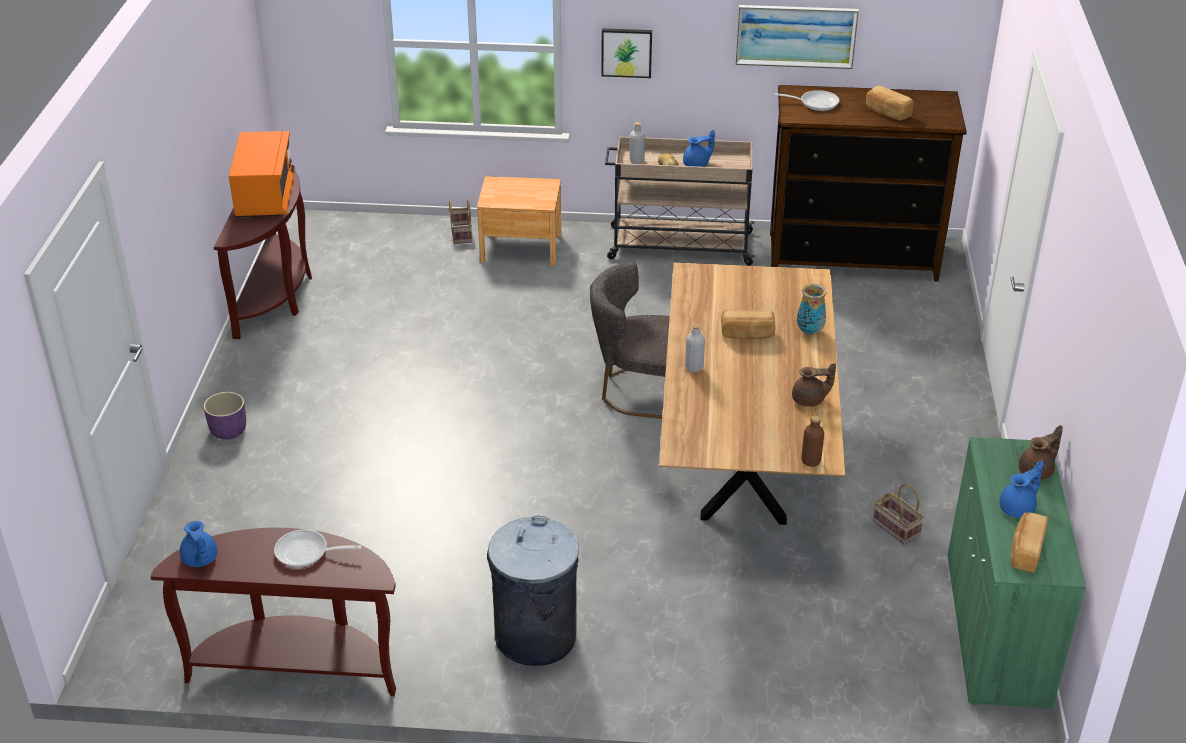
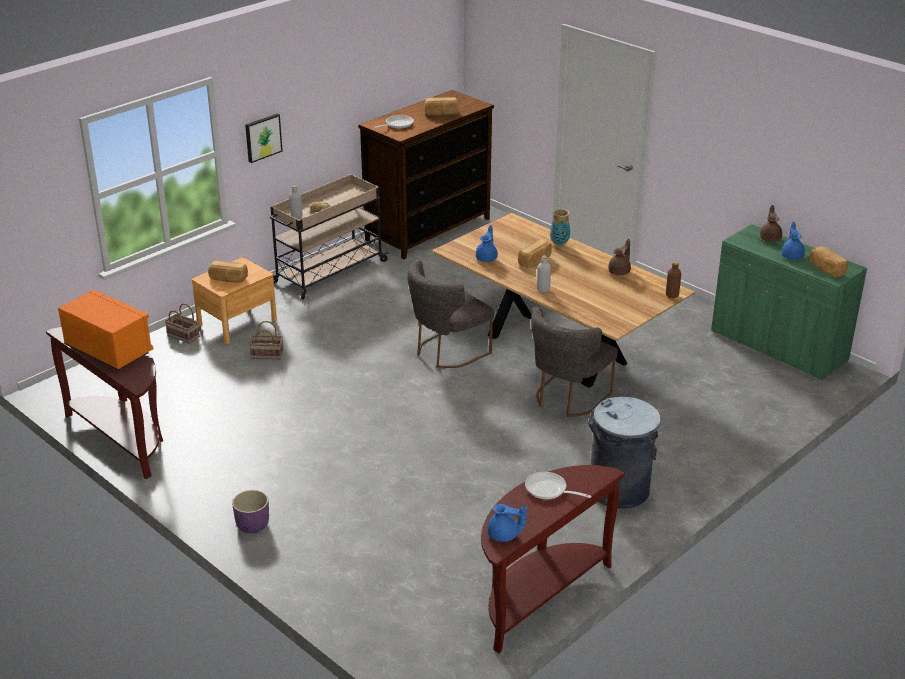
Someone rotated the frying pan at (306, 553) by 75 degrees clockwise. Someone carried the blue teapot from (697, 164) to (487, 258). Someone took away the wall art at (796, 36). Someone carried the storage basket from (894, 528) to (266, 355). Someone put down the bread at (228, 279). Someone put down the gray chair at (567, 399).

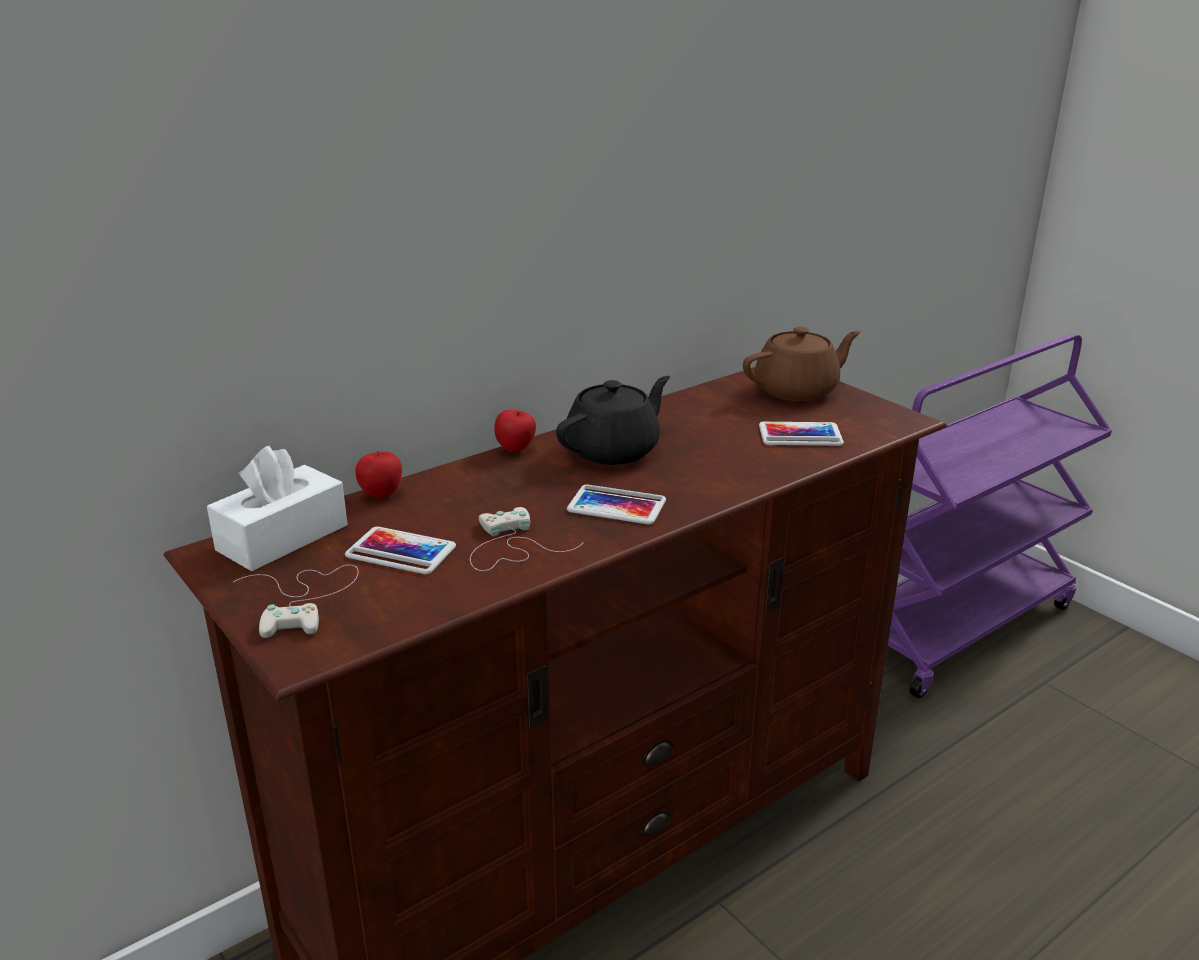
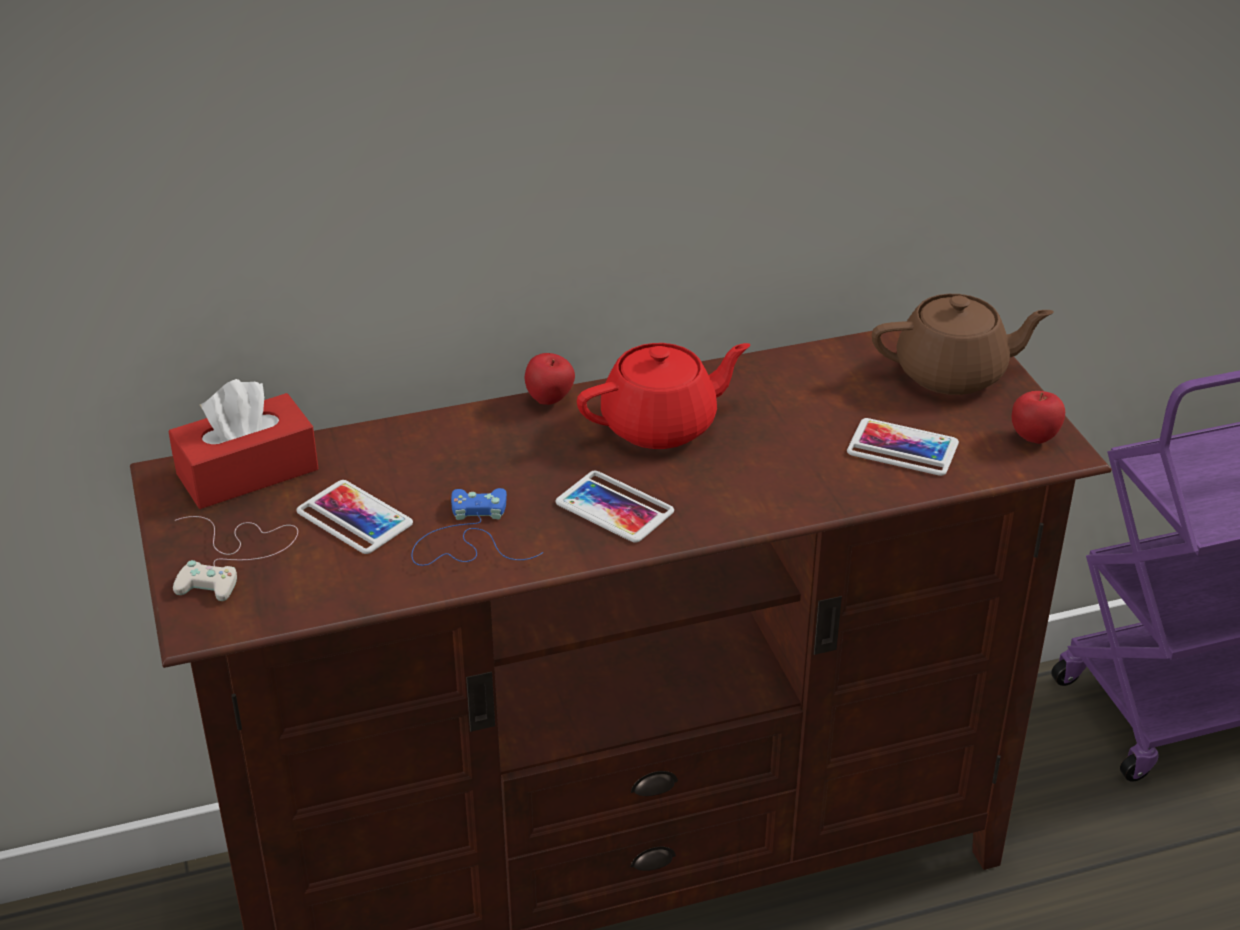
Someone repainted the white box of tissues at (282, 537), which became the red box of tissues at (247, 472). Someone carried the whole apple from (381, 494) to (1033, 438). Someone repainted the white gamepad at (510, 546), which became the blue gamepad at (468, 537). Someone repainted the blackish teapot at (614, 450), which became the red teapot at (661, 425).

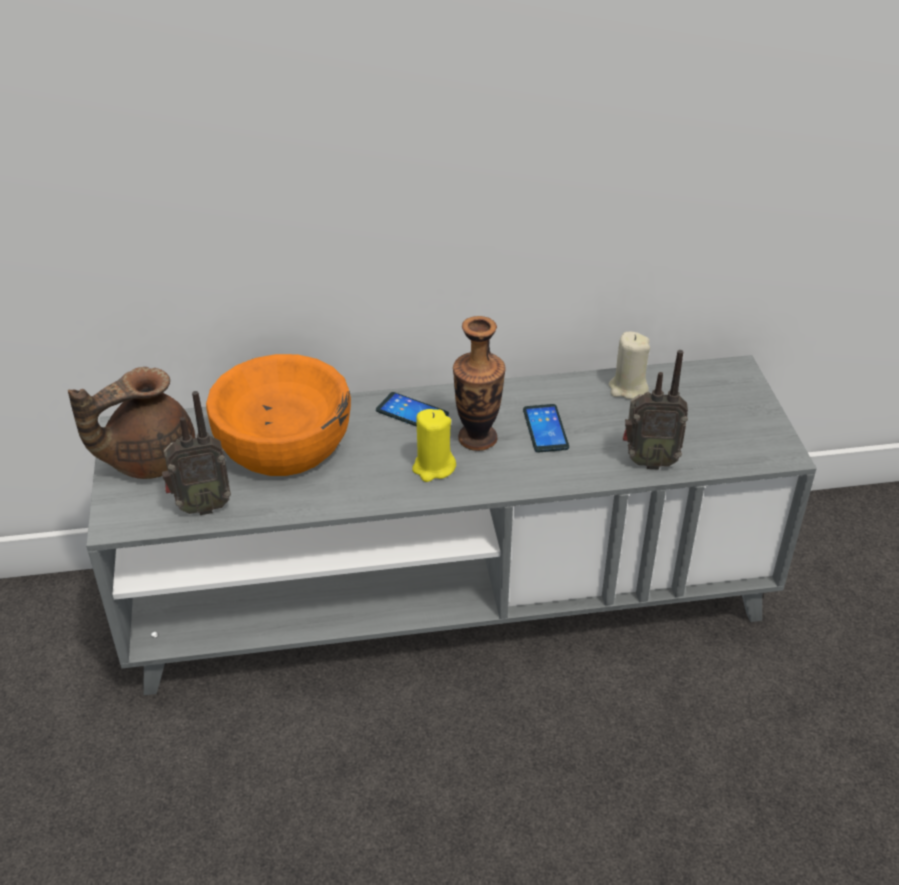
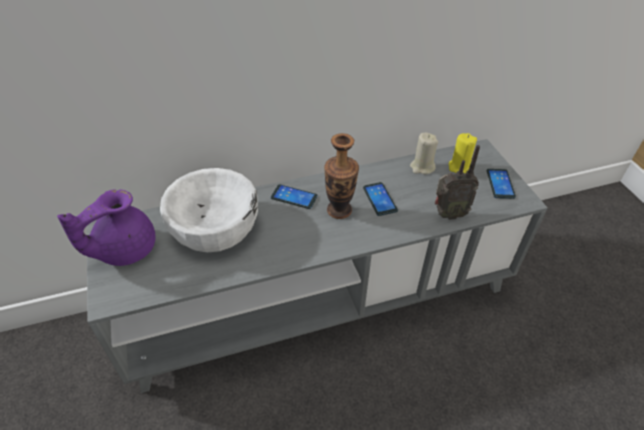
Someone repainted the brown teapot at (148, 459), which became the purple teapot at (124, 249). Someone took away the radio set at (201, 506). Someone repainted the orange bowl at (284, 442), which became the white bowl at (214, 227). Someone carried the yellow-coloured wax candle from (433, 467) to (459, 167). Someone put down the phone at (500, 184).

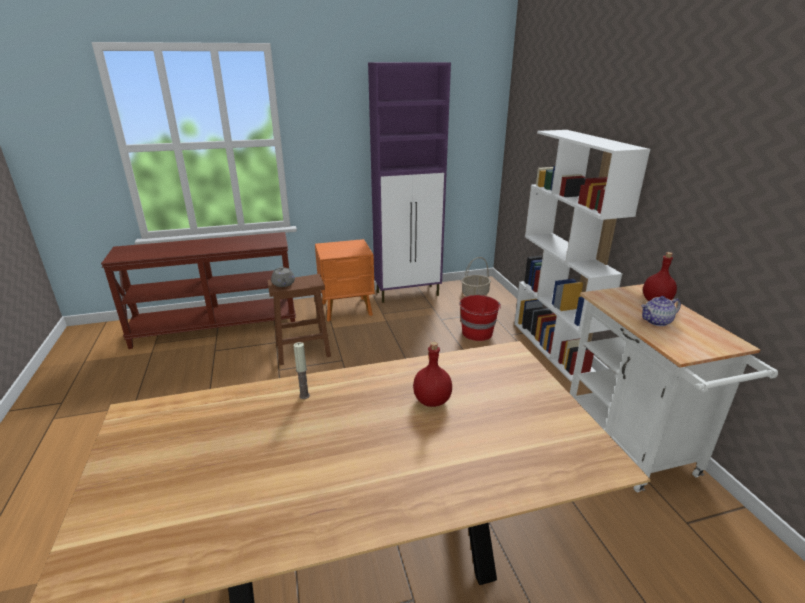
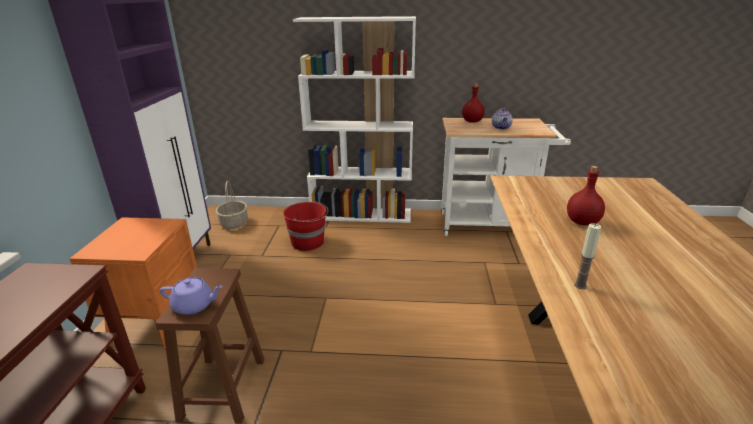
Someone repainted the gray teapot at (283, 284), which became the purple teapot at (194, 305).

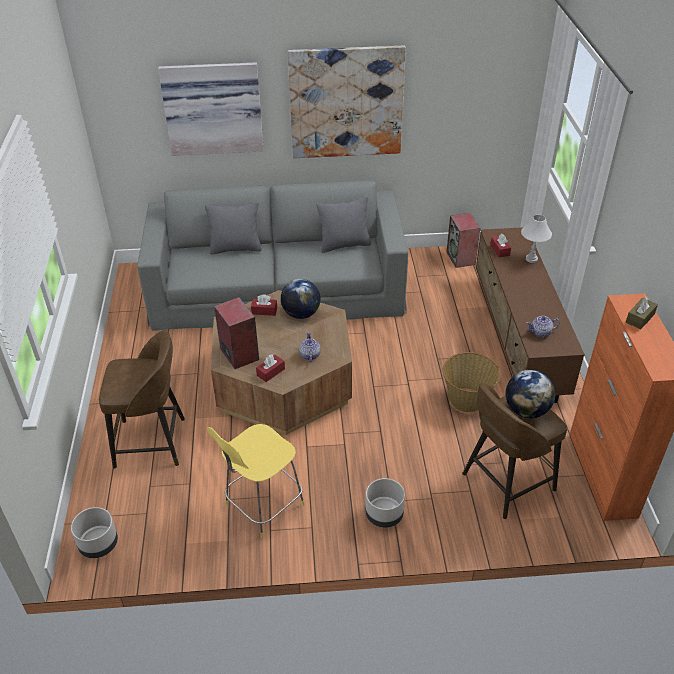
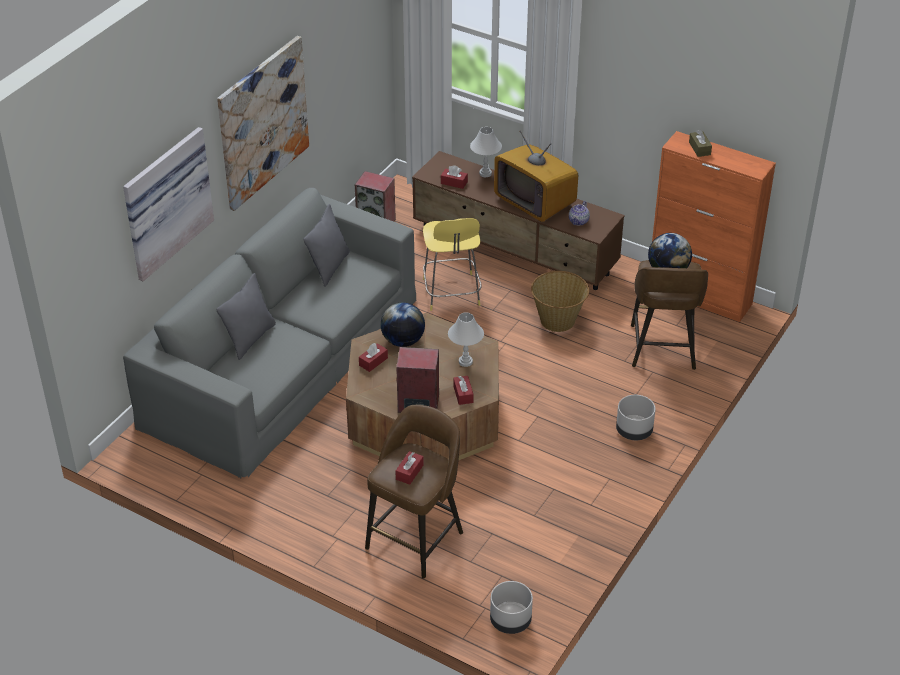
Someone carried the yellow-coloured stool seat from (262, 506) to (451, 294). Someone swapped the teapot at (309, 355) for the white lamp for a table at (465, 361). Someone put down the red box of tissues at (409, 472). Someone put down the TV set at (535, 202).

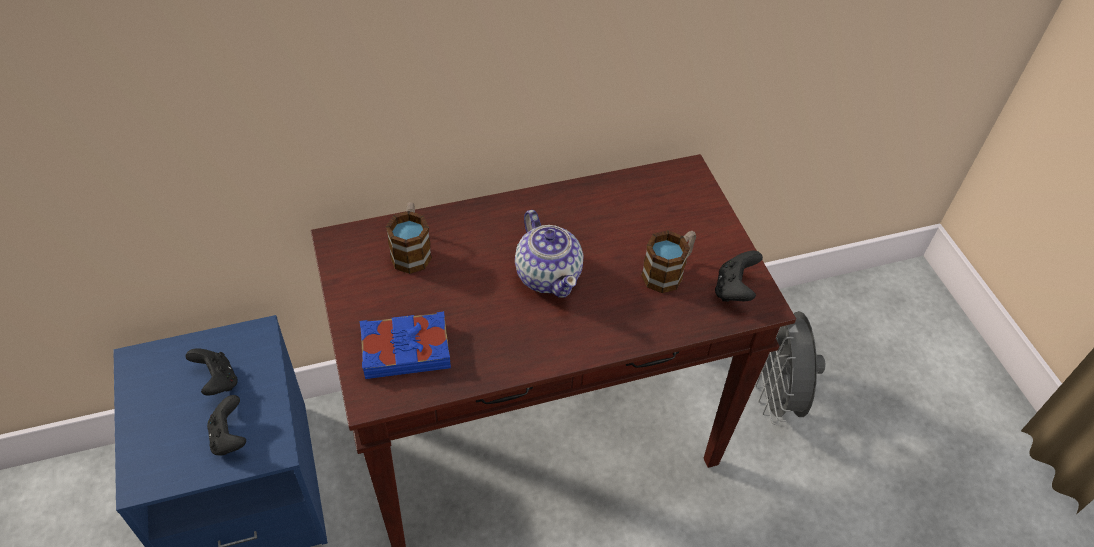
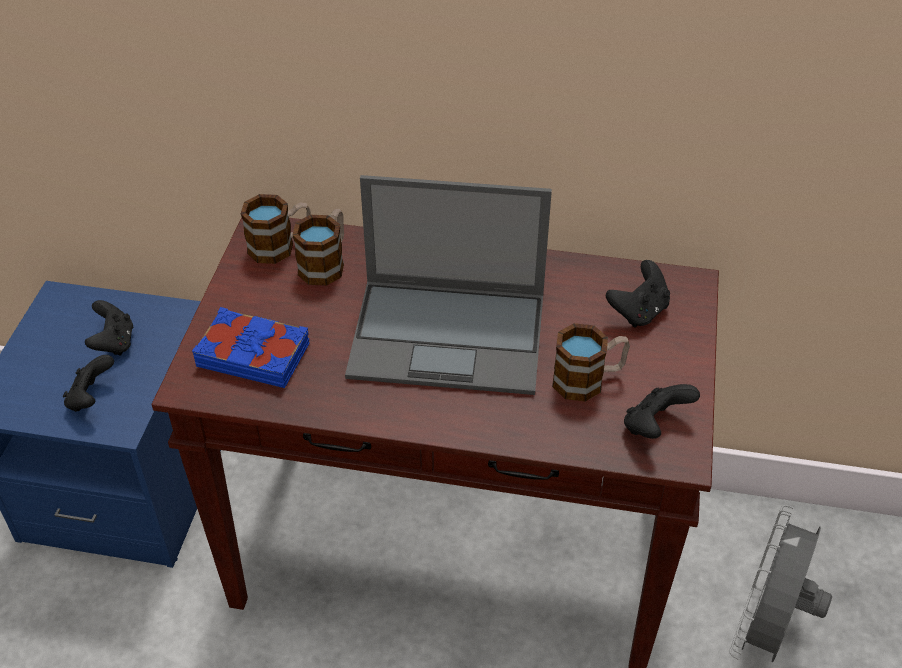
Someone swapped the teapot at (548, 275) for the portable computer at (450, 335). Someone put down the coffee mug at (280, 246). Someone put down the blackish gamepad at (638, 311).

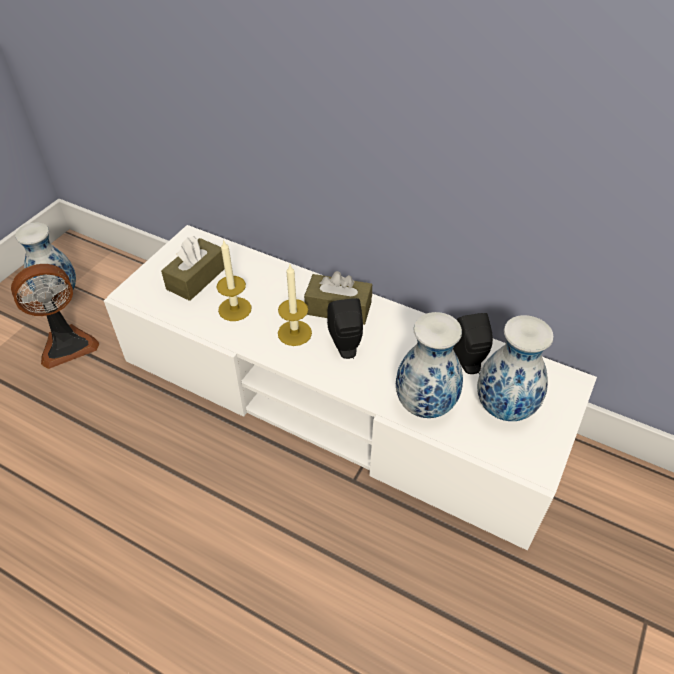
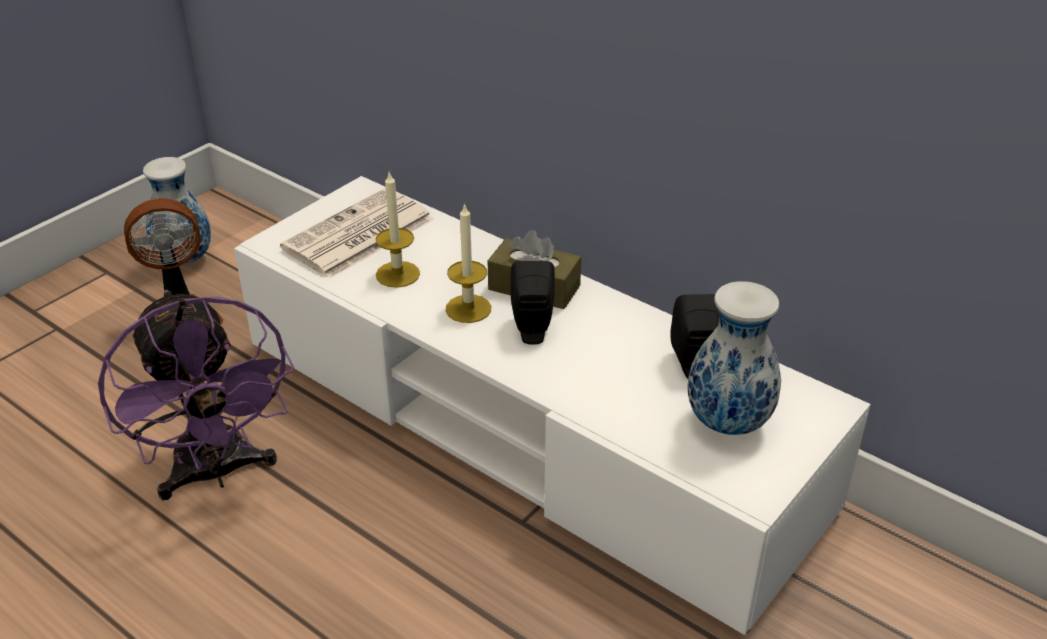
Someone swapped the brown box of tissues at (197, 278) for the newspaper at (358, 235). Someone took away the vase at (424, 404). Someone put down the purple cooling fan at (217, 473).

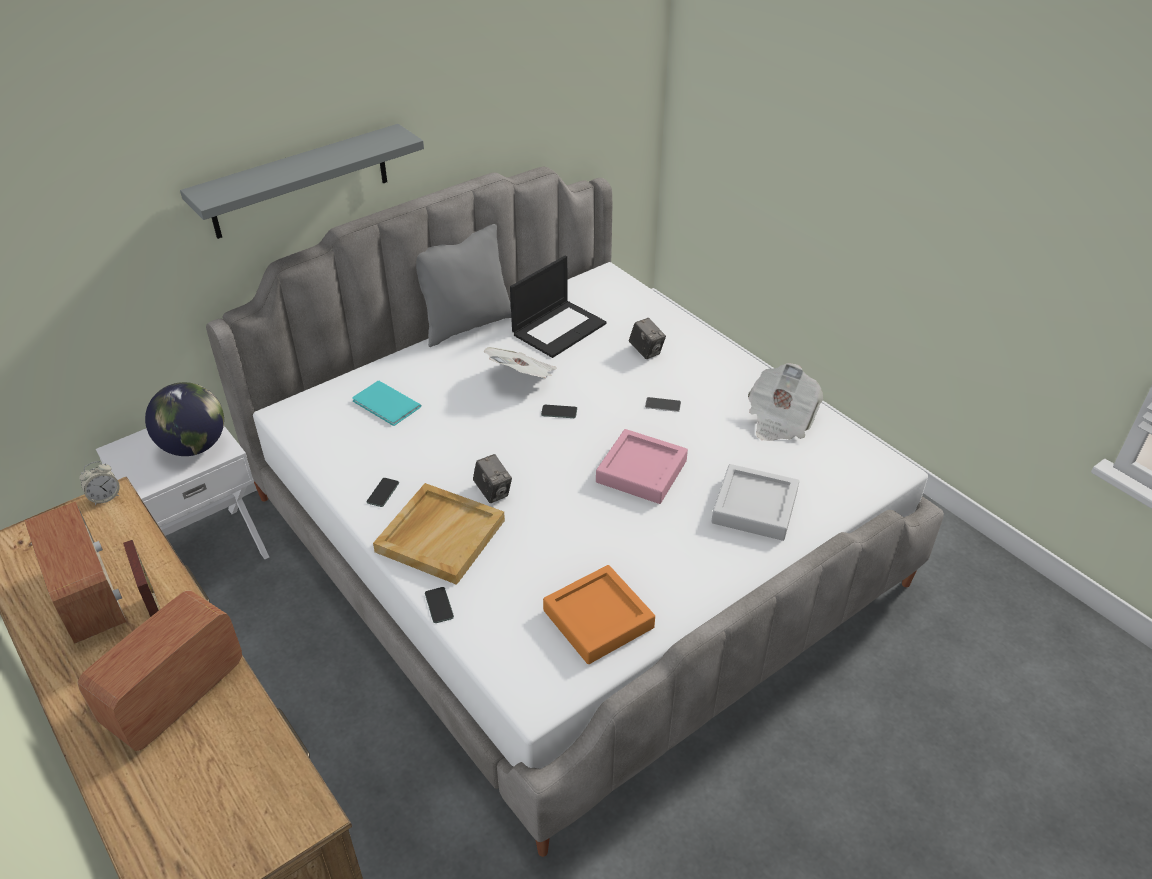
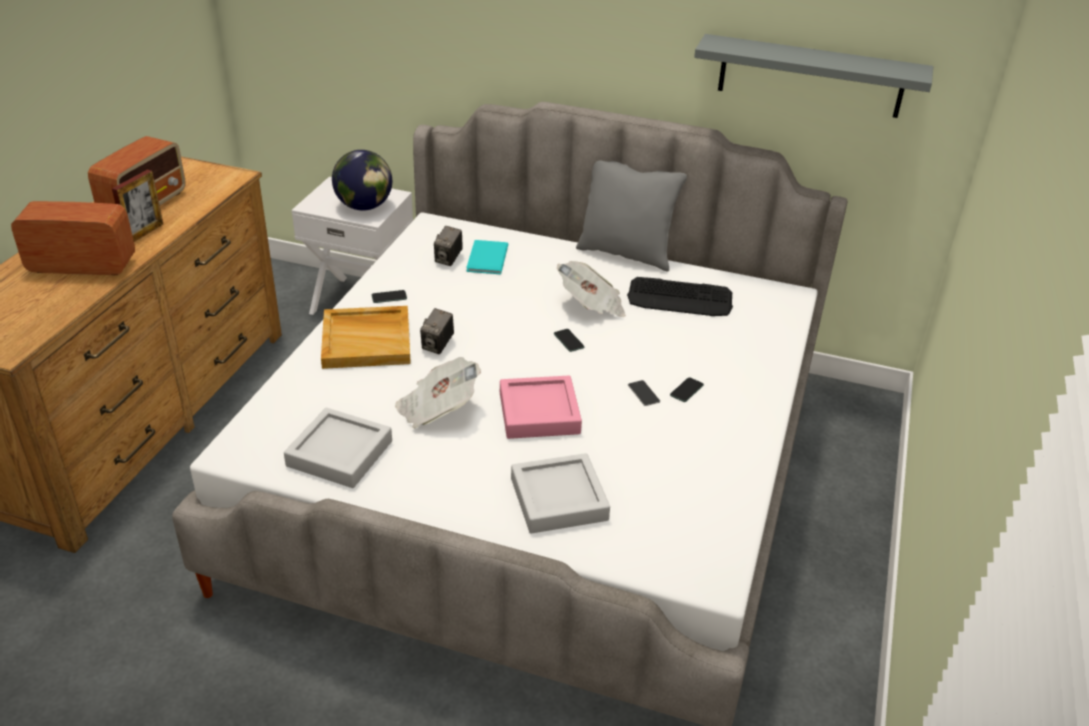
Someone took away the table clock at (105, 497). Someone carried the gray wall shelf from (300, 182) to (811, 76). Someone carried the phone from (439, 605) to (686, 390). Someone swapped the portable computer at (559, 328) for the PC keyboard at (680, 298). Someone repainted the orange serving tray at (598, 619), which became the gray serving tray at (339, 453). Someone carried the still camera from (646, 351) to (448, 259). Someone carried the newspaper from (780, 419) to (437, 409).

